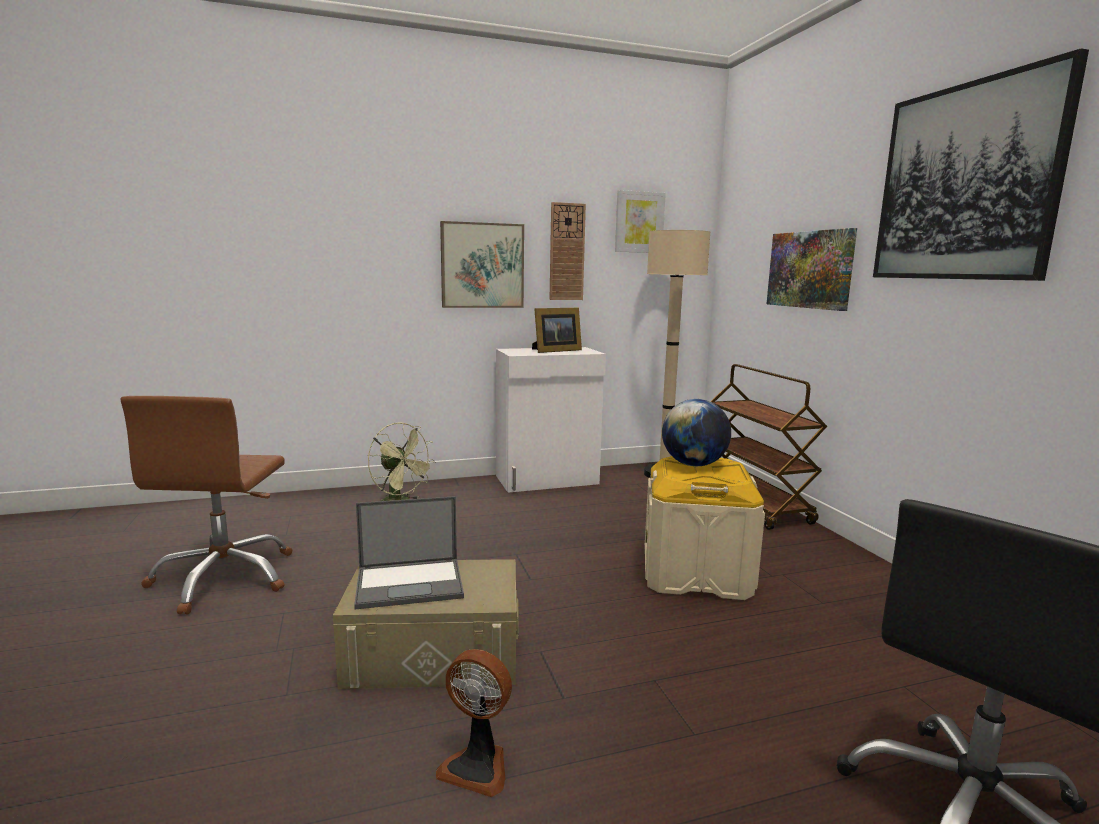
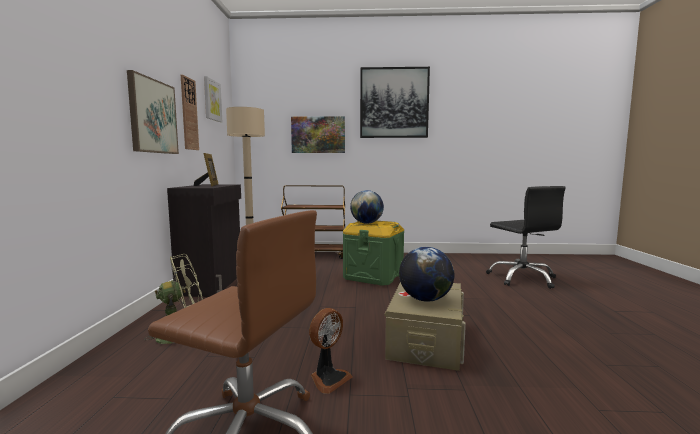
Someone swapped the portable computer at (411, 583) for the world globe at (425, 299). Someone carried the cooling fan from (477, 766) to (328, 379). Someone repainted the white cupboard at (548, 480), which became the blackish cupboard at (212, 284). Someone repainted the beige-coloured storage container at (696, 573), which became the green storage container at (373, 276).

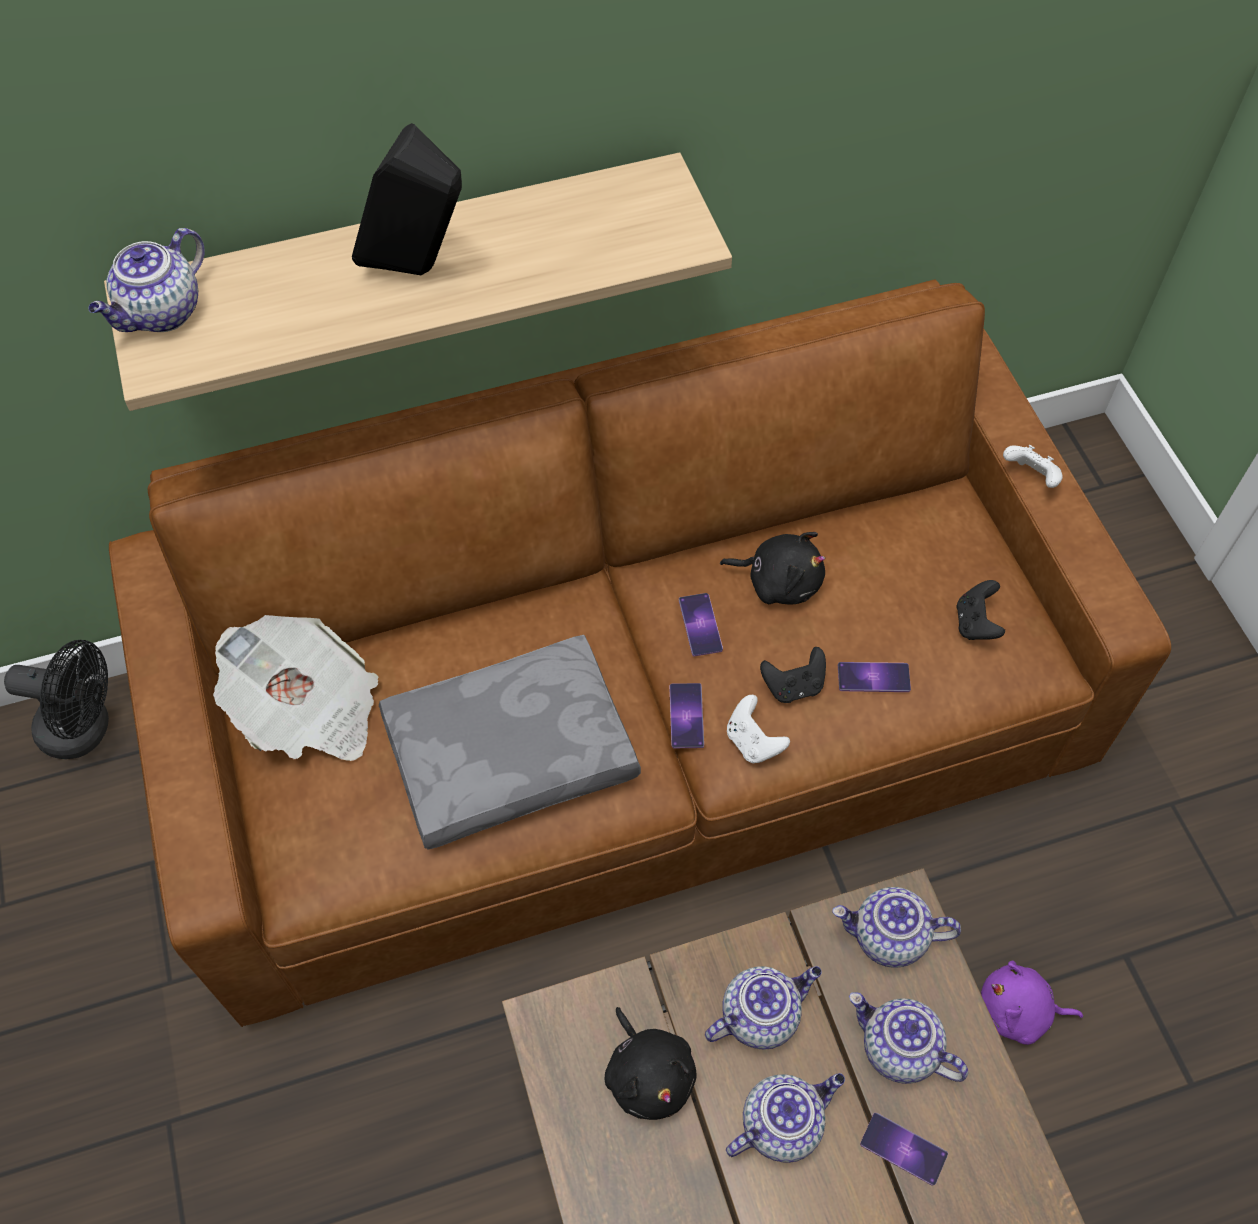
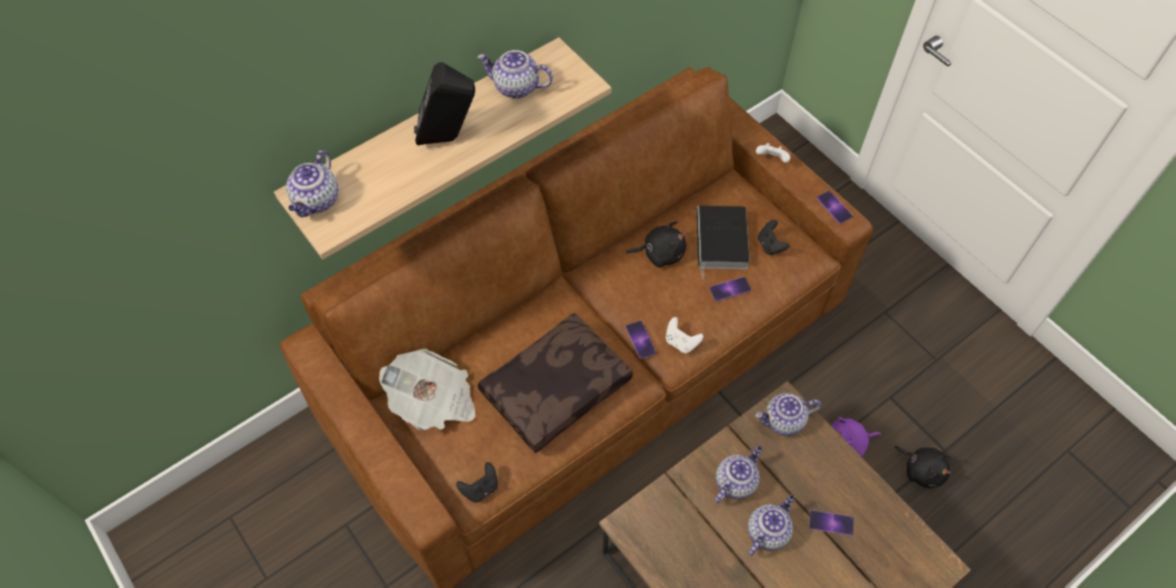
Someone took away the blackish cooling fan at (86, 729). Someone repainted the gray throw pillow at (511, 749), which became the brown throw pillow at (555, 386). Someone carried the blackish cuddly toy from (649, 1074) to (921, 470). Someone carried the phone from (700, 624) to (834, 207). Someone carried the blackish gamepad from (793, 686) to (480, 488). Someone carried the teapot from (898, 1049) to (516, 87). Someone put down the book at (722, 242).

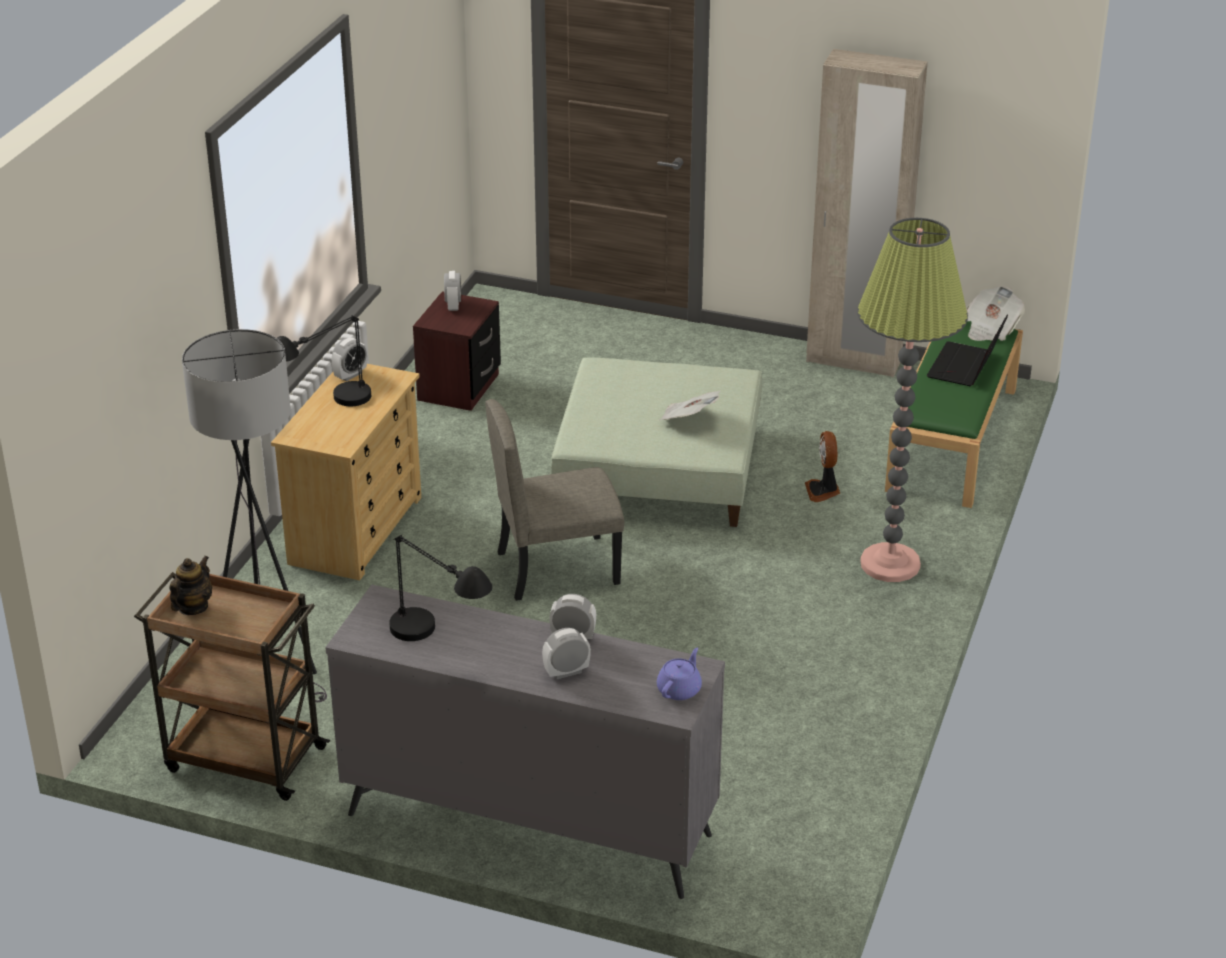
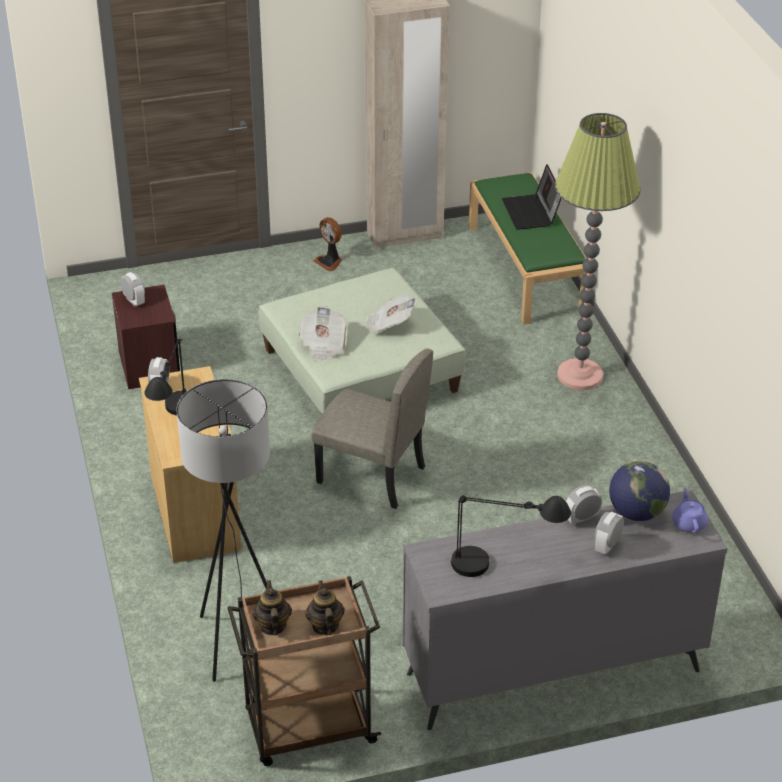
Someone rotated the beige-coloured chair at (557, 567) by 105 degrees counterclockwise. Someone carried the cooling fan from (823, 491) to (330, 262). Someone carried the newspaper from (991, 329) to (323, 345). Someone put down the teapot at (325, 626). Someone put down the world globe at (636, 513).

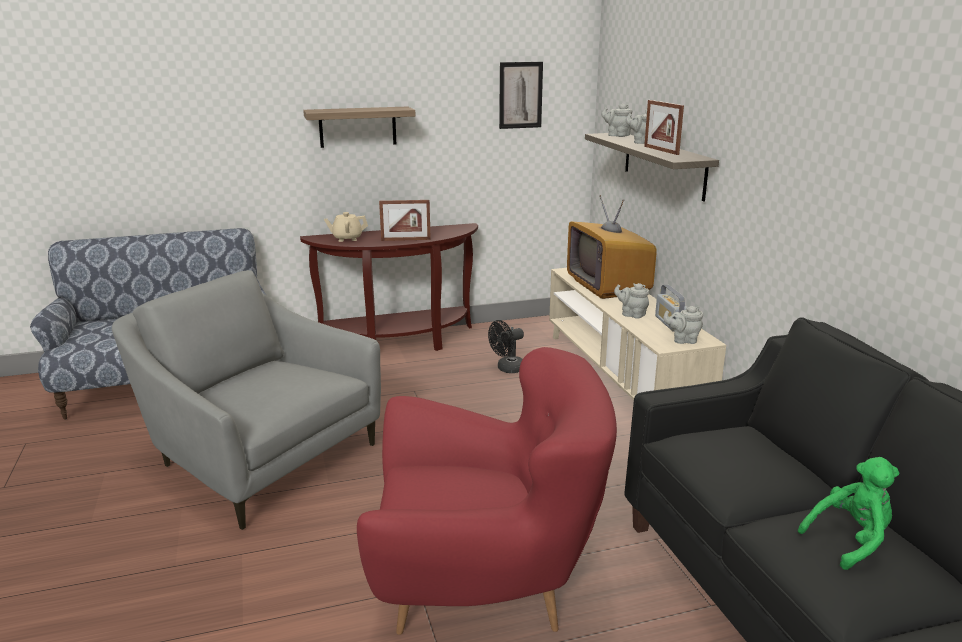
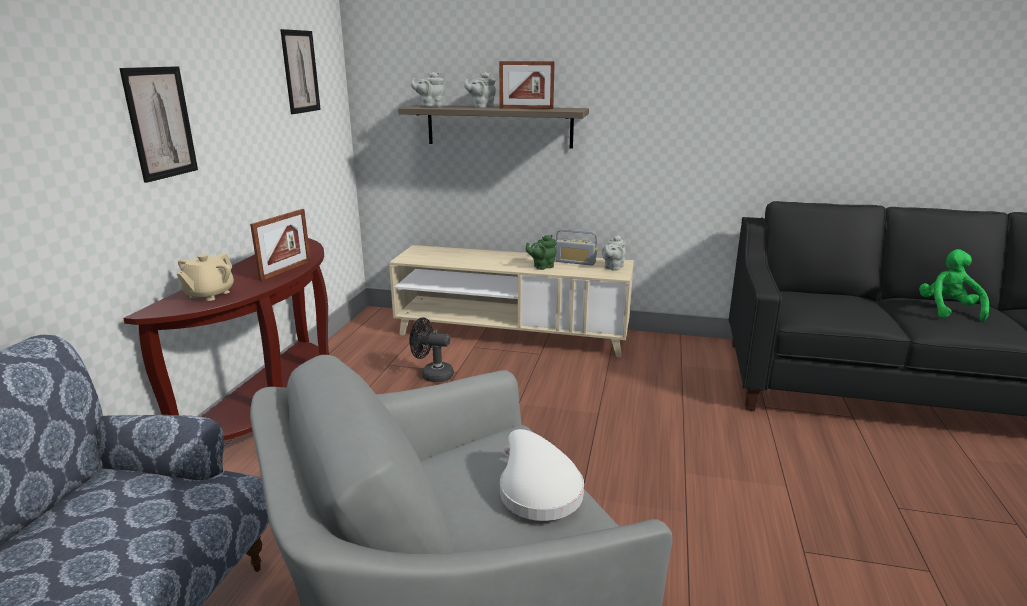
Someone swapped the wall shelf at (357, 127) for the wall art at (160, 123). Someone took away the red easy chair at (483, 586). Someone rotated the blackish cooling fan at (507, 369) by 105 degrees clockwise. Someone took away the TV set at (608, 286). Someone repainted the gray teapot at (631, 314), which became the green teapot at (542, 267). Someone put down the white wearable hat at (537, 490).

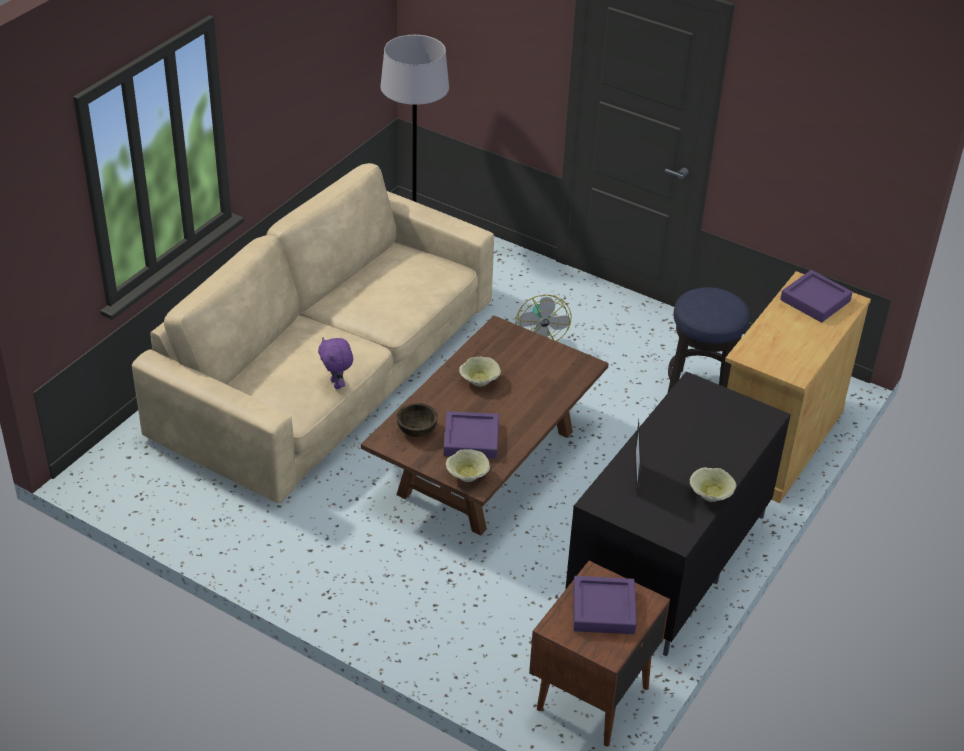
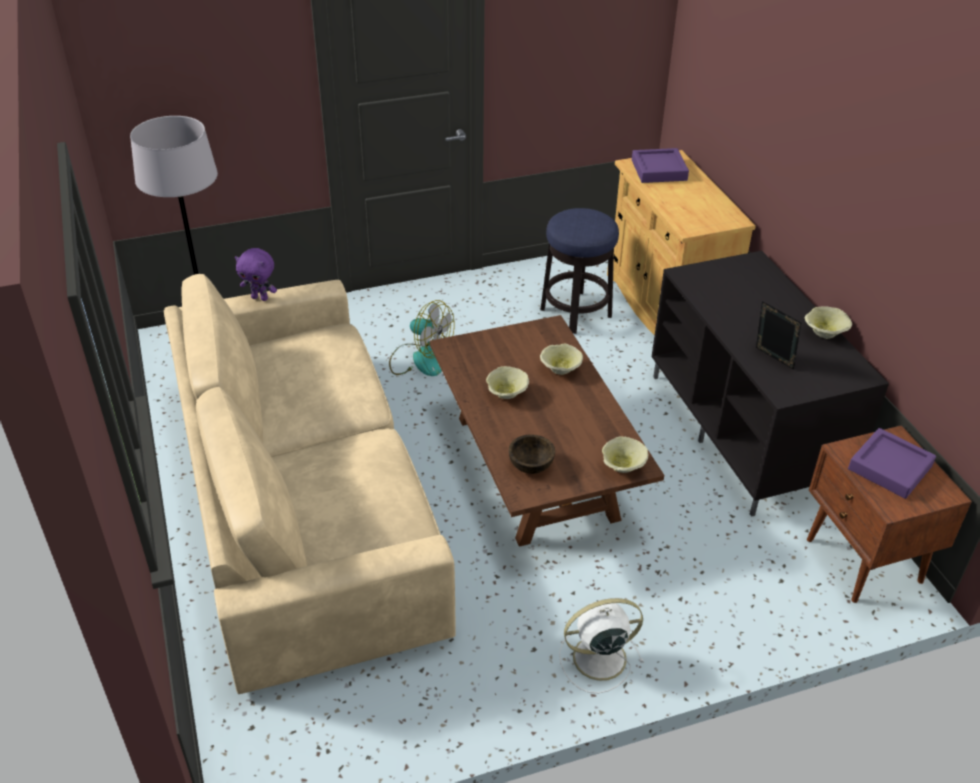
Someone carried the purple cuddly toy from (337, 384) to (260, 298). Someone took away the purple serving tray at (471, 439). Someone put down the beige-coloured bowl at (559, 369). Someone put down the white cooling fan at (597, 658).

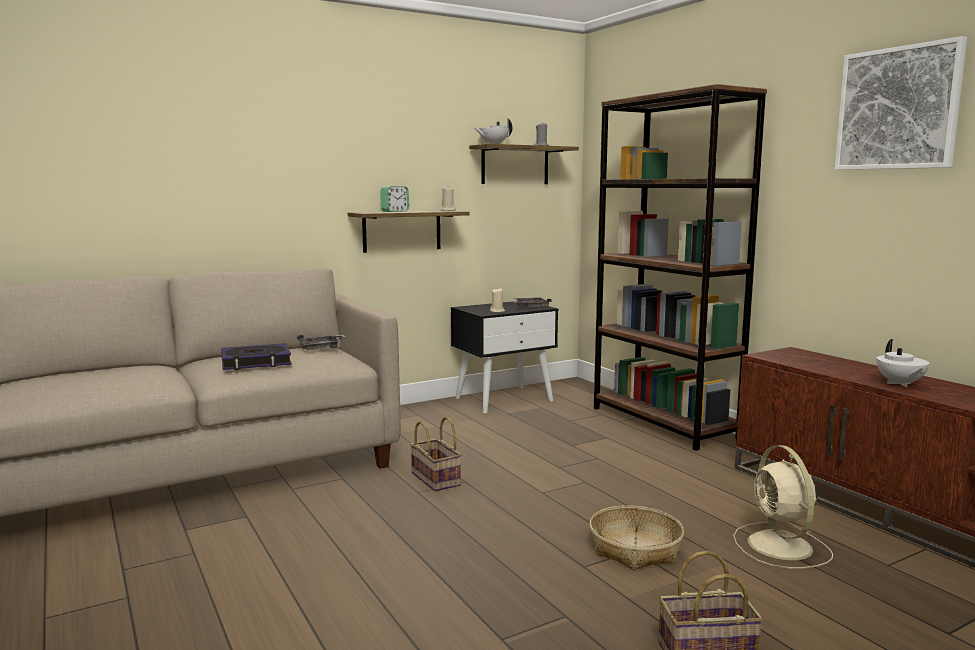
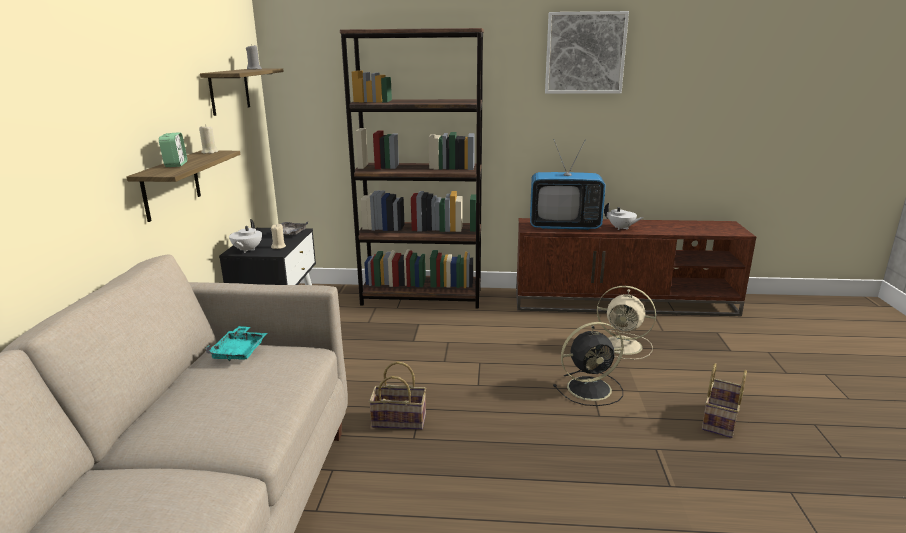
Someone took away the book at (256, 362). Someone repainted the gray serving tray at (321, 348), which became the turquoise serving tray at (240, 351). Someone carried the white teapot from (493, 144) to (247, 250). Someone swapped the storage basket at (635, 549) for the blackish cooling fan at (591, 388). Someone put down the TV set at (564, 226).

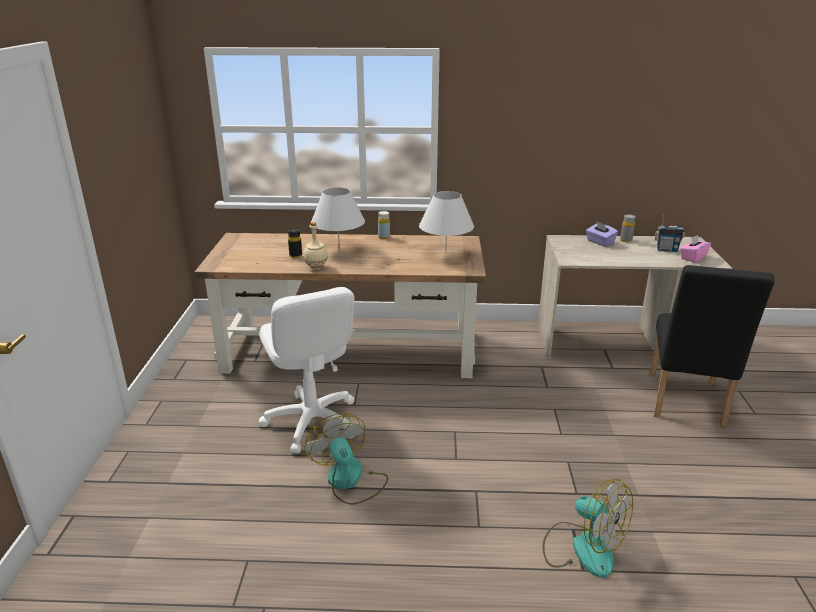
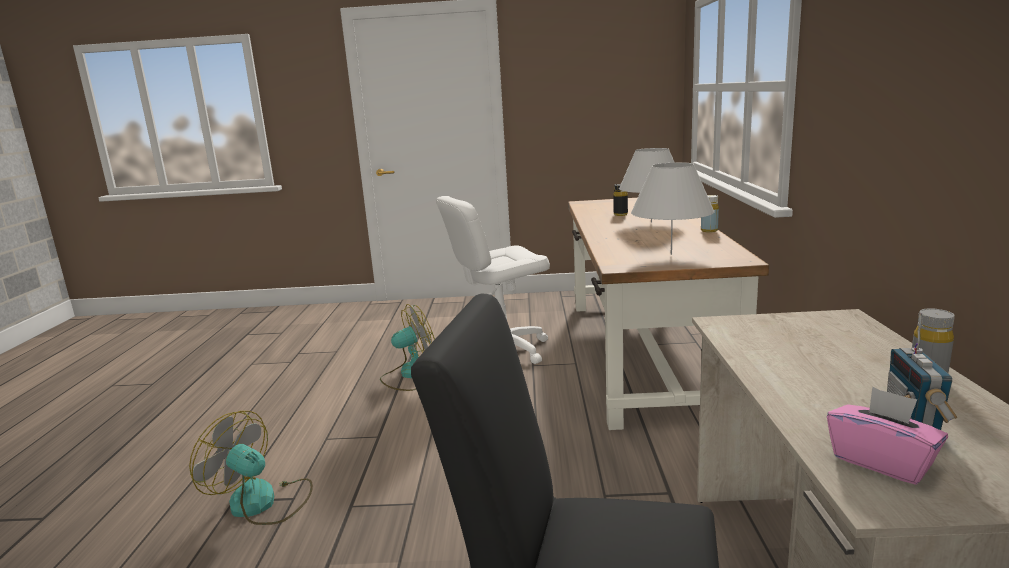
Someone took away the beige-coloured beverage bottle at (316, 268). Someone rotated the cooling fan at (582, 548) by 75 degrees clockwise. Someone took away the purple box of tissues at (600, 242).

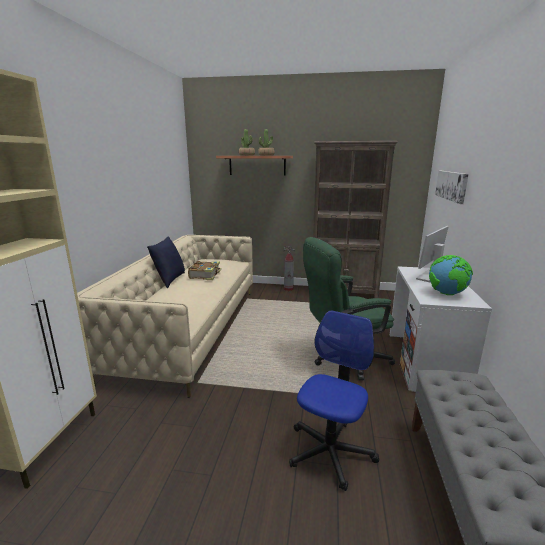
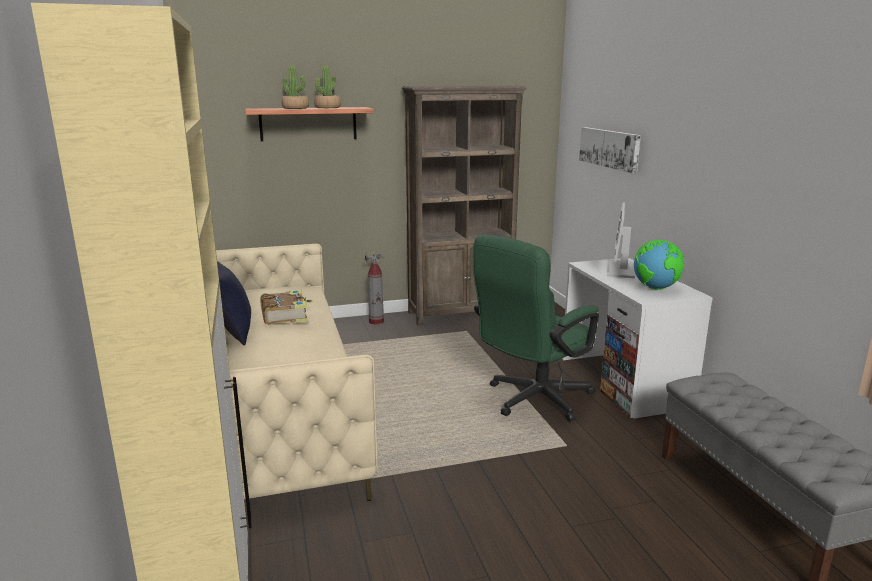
Someone took away the office chair at (330, 451).

